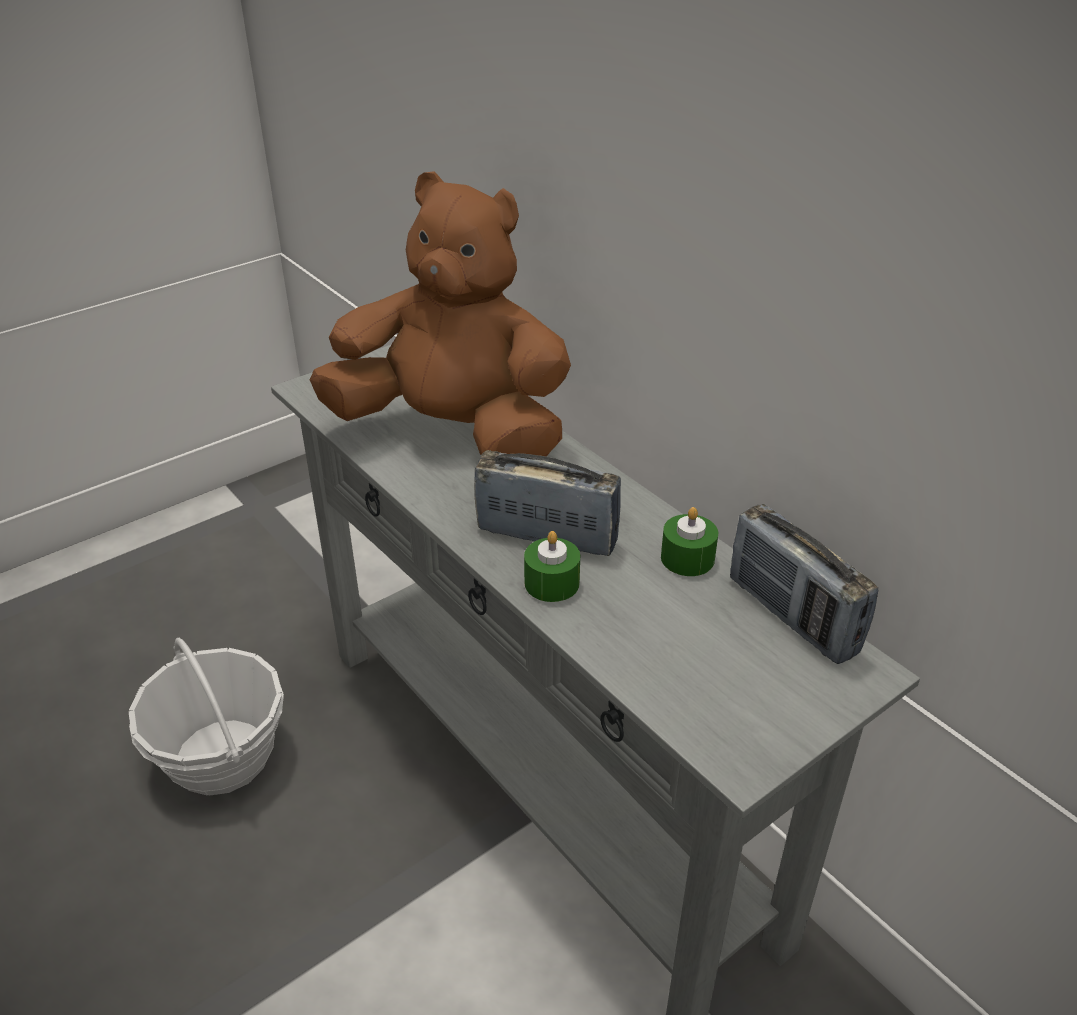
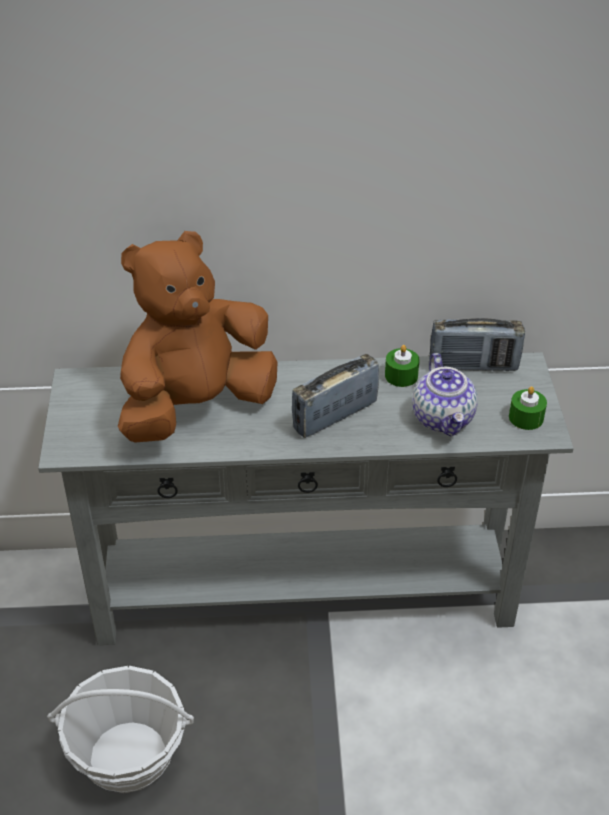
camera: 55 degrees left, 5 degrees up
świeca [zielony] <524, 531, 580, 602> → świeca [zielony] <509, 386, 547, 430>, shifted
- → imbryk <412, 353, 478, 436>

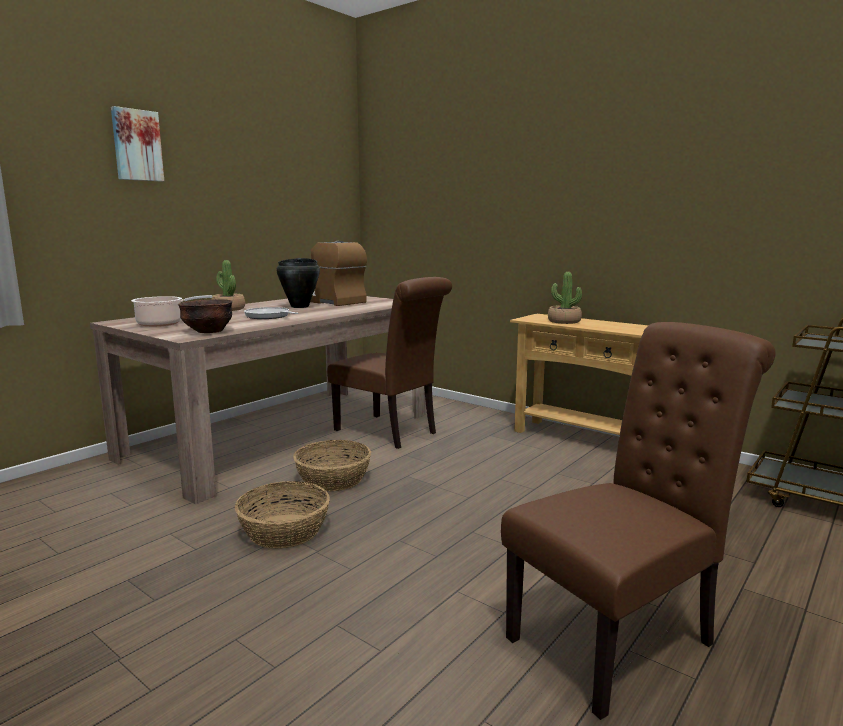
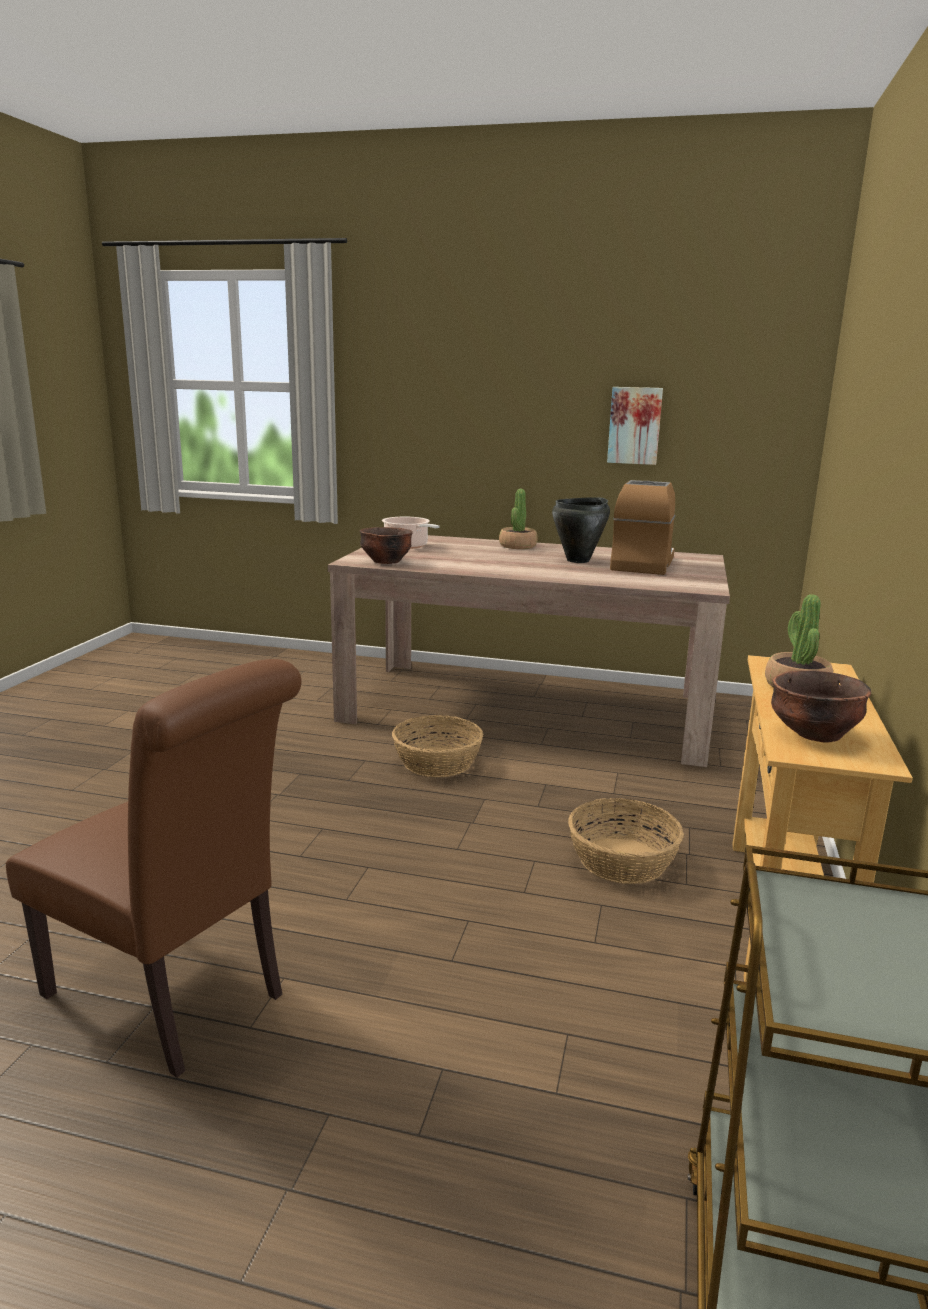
camera: 65 degrees right, 5 degrees up
obraz <111, 106, 164, 181> → obraz <607, 387, 663, 465>, shifted
koszyk <235, 481, 330, 549> → koszyk <568, 798, 684, 884>, shifted
patelnia <244, 307, 298, 319> → -
krzesło [brązowy] <327, 277, 452, 449> → -
- → miska [brązowy] <771, 670, 871, 743>

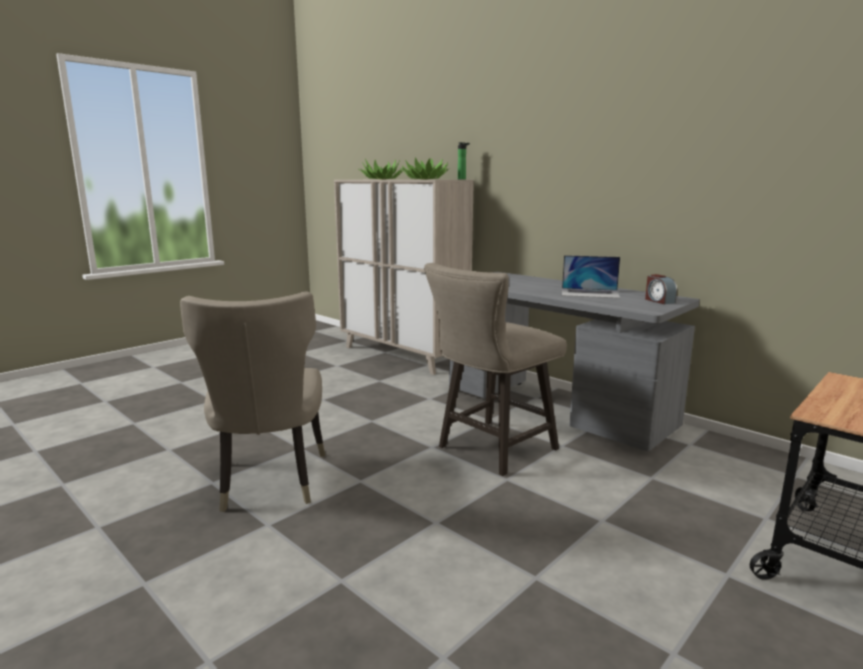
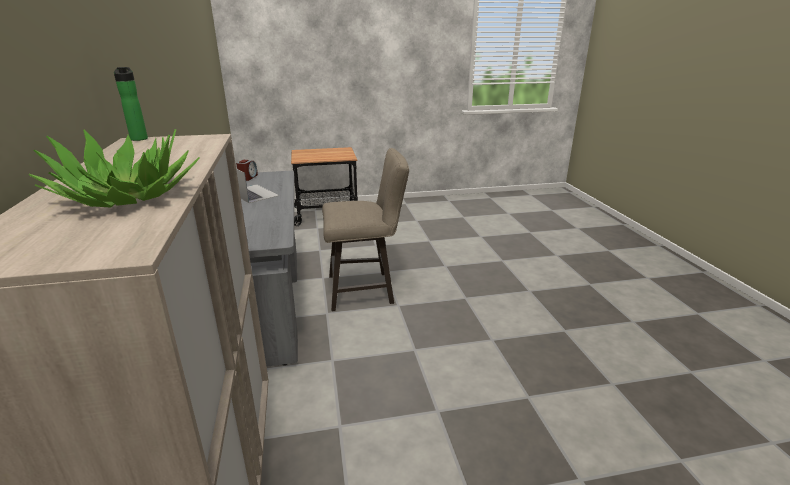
camera: 145 degrees left, 10 degrees up
krzesło [beżowy] <180, 291, 325, 512> → -
roślina doniczkowa <400, 157, 450, 180> → -

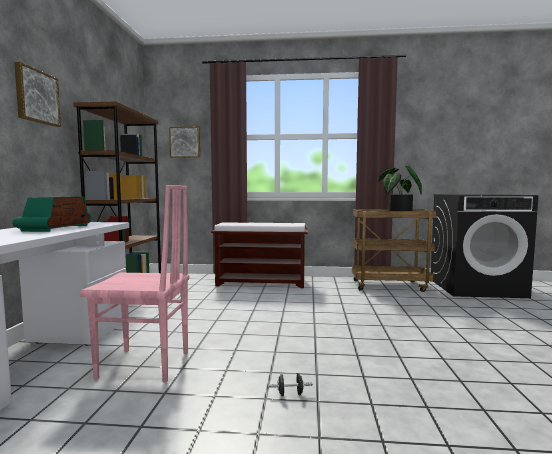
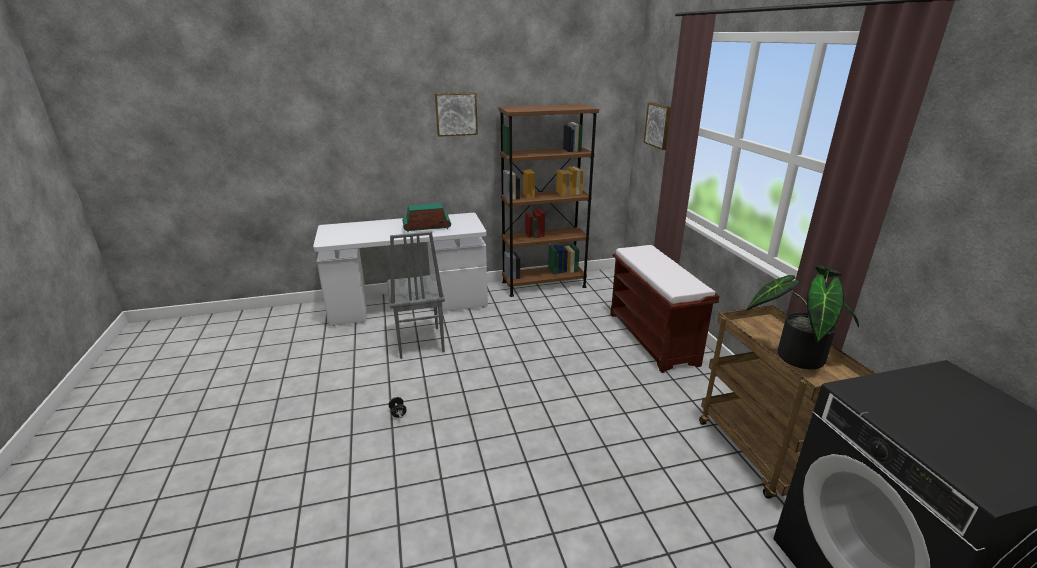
camera: 70 degrees right, 20 degrees up
krzesło [różowy] <80, 185, 189, 383> → krzesło [szary] <387, 231, 445, 359>

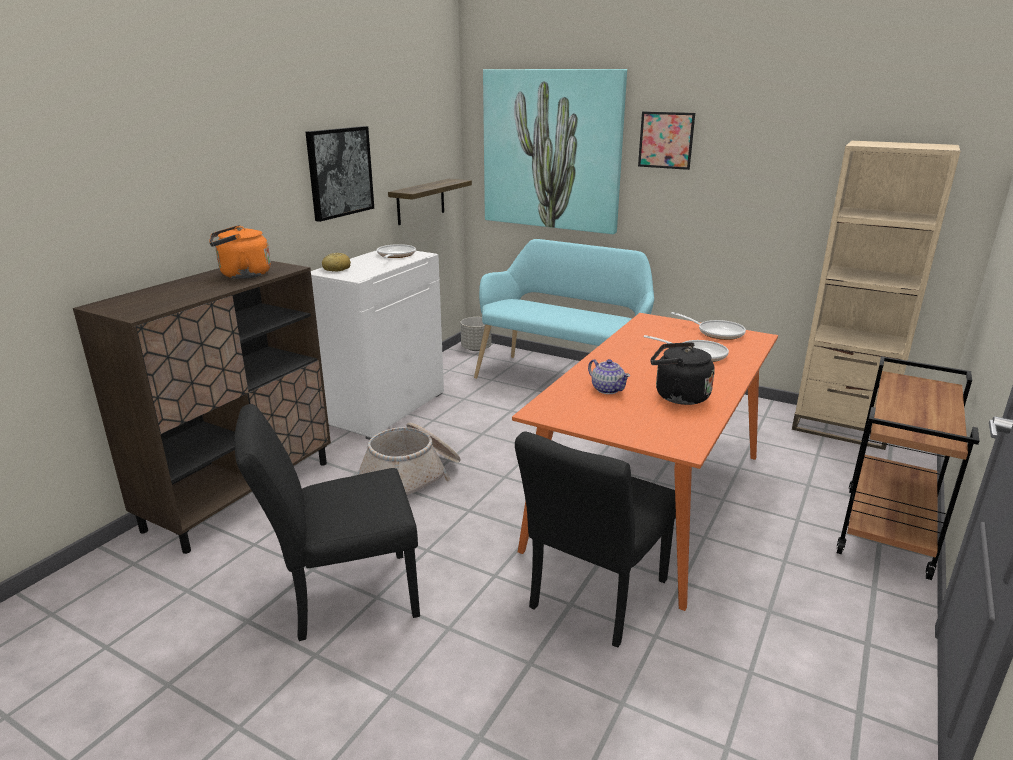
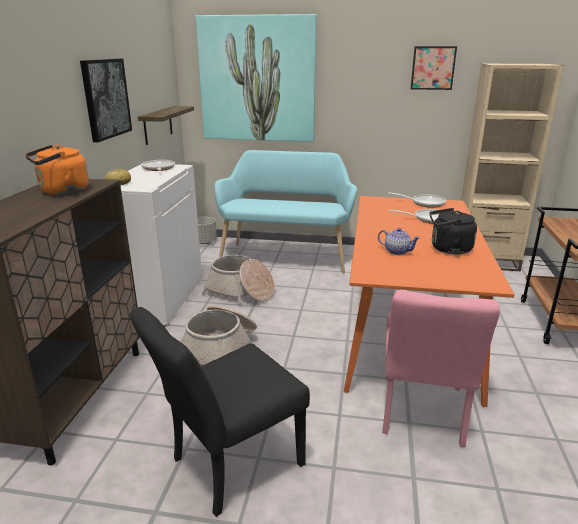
camera: 20 degrees left, 0 degrees up
krzesło [czarny] <515, 431, 676, 647> → krzesło [różowy] <382, 290, 500, 447>
obraz <638, 112, 695, 170> → obraz <411, 46, 457, 90>, shifted
- → koszyk <202, 255, 275, 304>

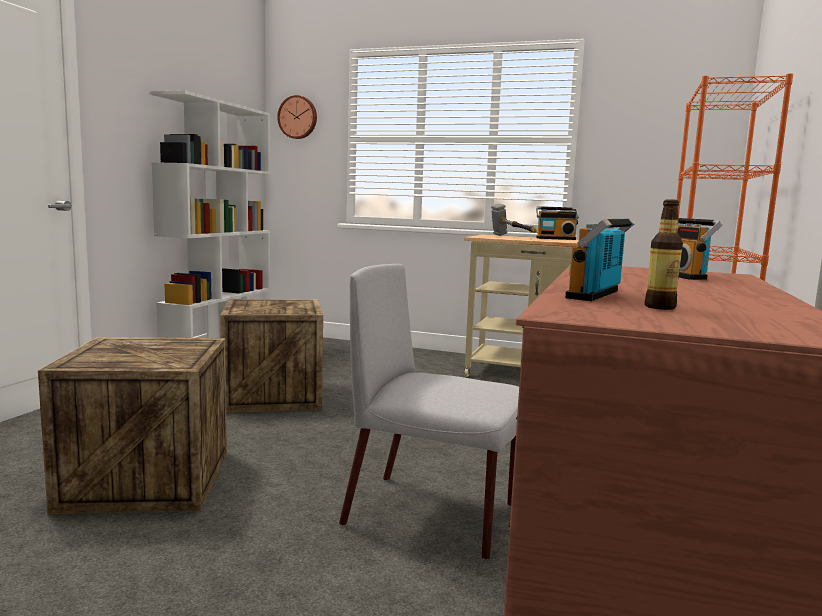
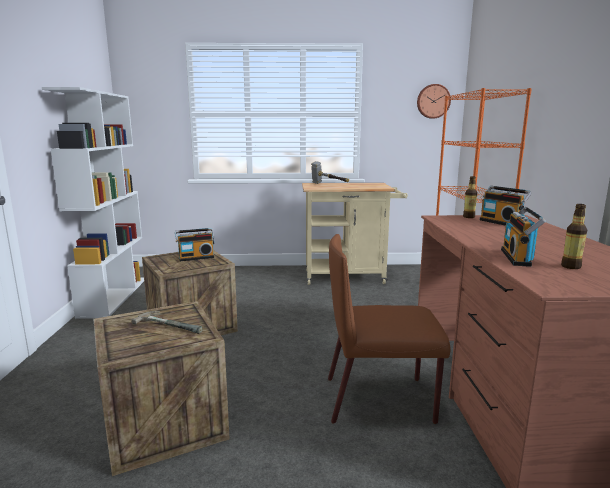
camera: 20 degrees left, 5 degrees up
zegar ścienny <277, 95, 317, 139> → zegar ścienny <417, 84, 451, 119>, shifted
krzesło [szary] <339, 264, 519, 560> → krzesło [brązowy] <328, 234, 451, 424>
radio <536, 206, 579, 240> → radio <175, 228, 215, 261>, shifted
- → młotek <131, 311, 202, 334>
- → butelka <463, 176, 477, 218>

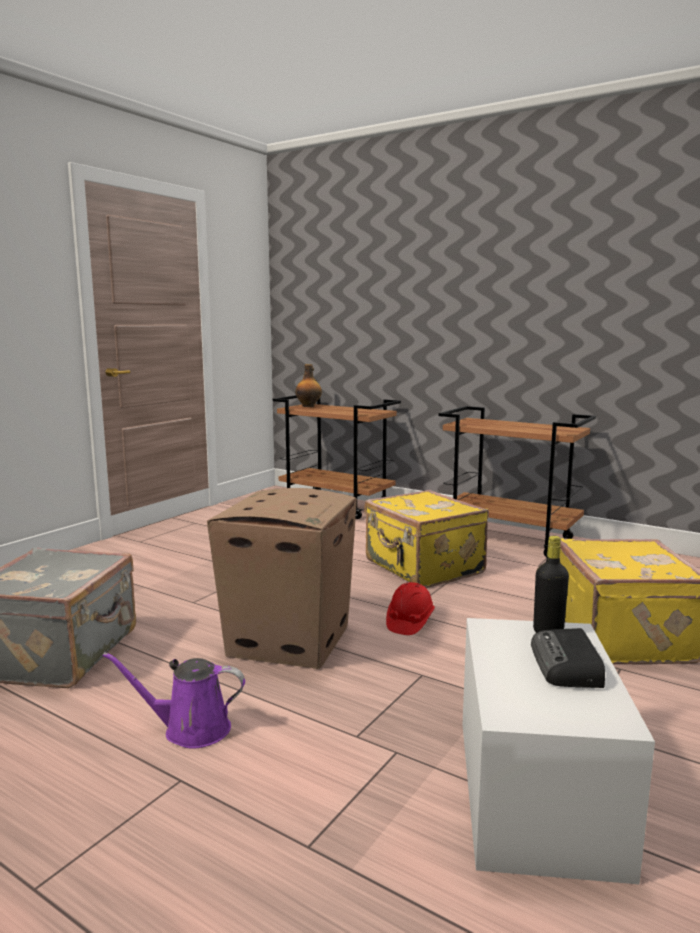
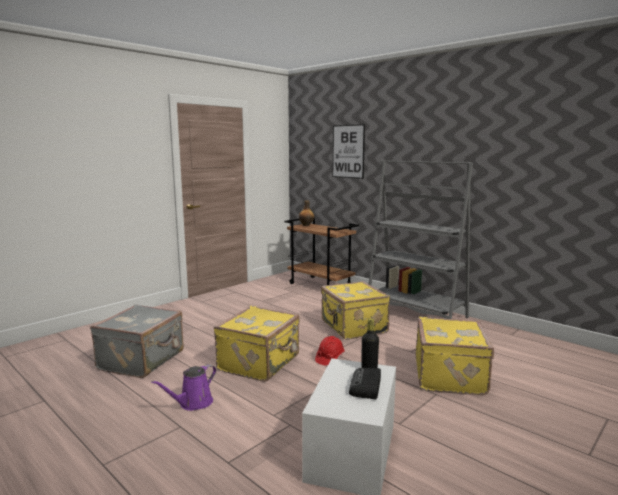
camera: 10 degrees right, 0 degrees up
konewka [fioletowy] <102, 652, 245, 749> → konewka [fioletowy] <151, 364, 216, 411>, 60 degrees counterclockwise
karton <207, 488, 357, 669> → walizka [żółty] <214, 306, 300, 382>
wózek [brązowy] <438, 406, 596, 557> → regał [szary] <369, 160, 473, 319>
- → obraz <332, 124, 365, 179>

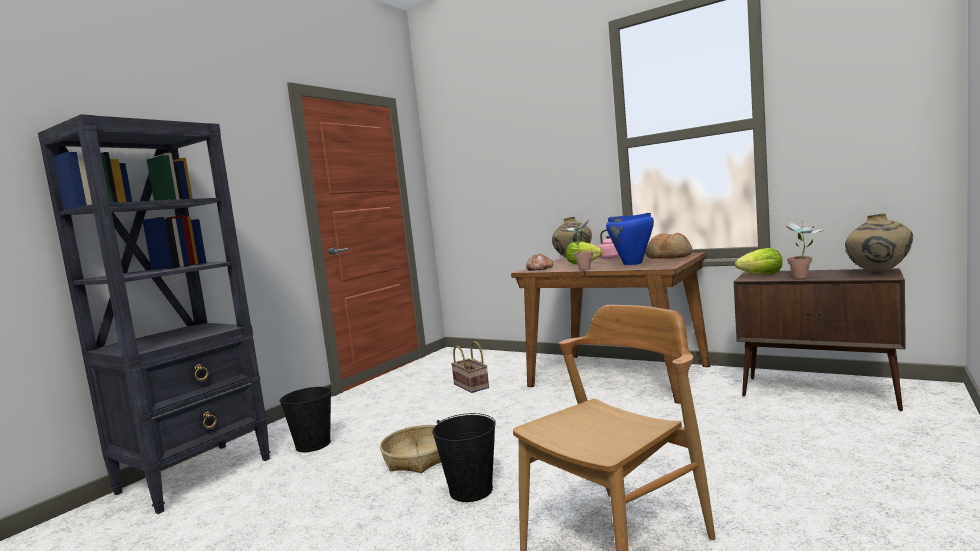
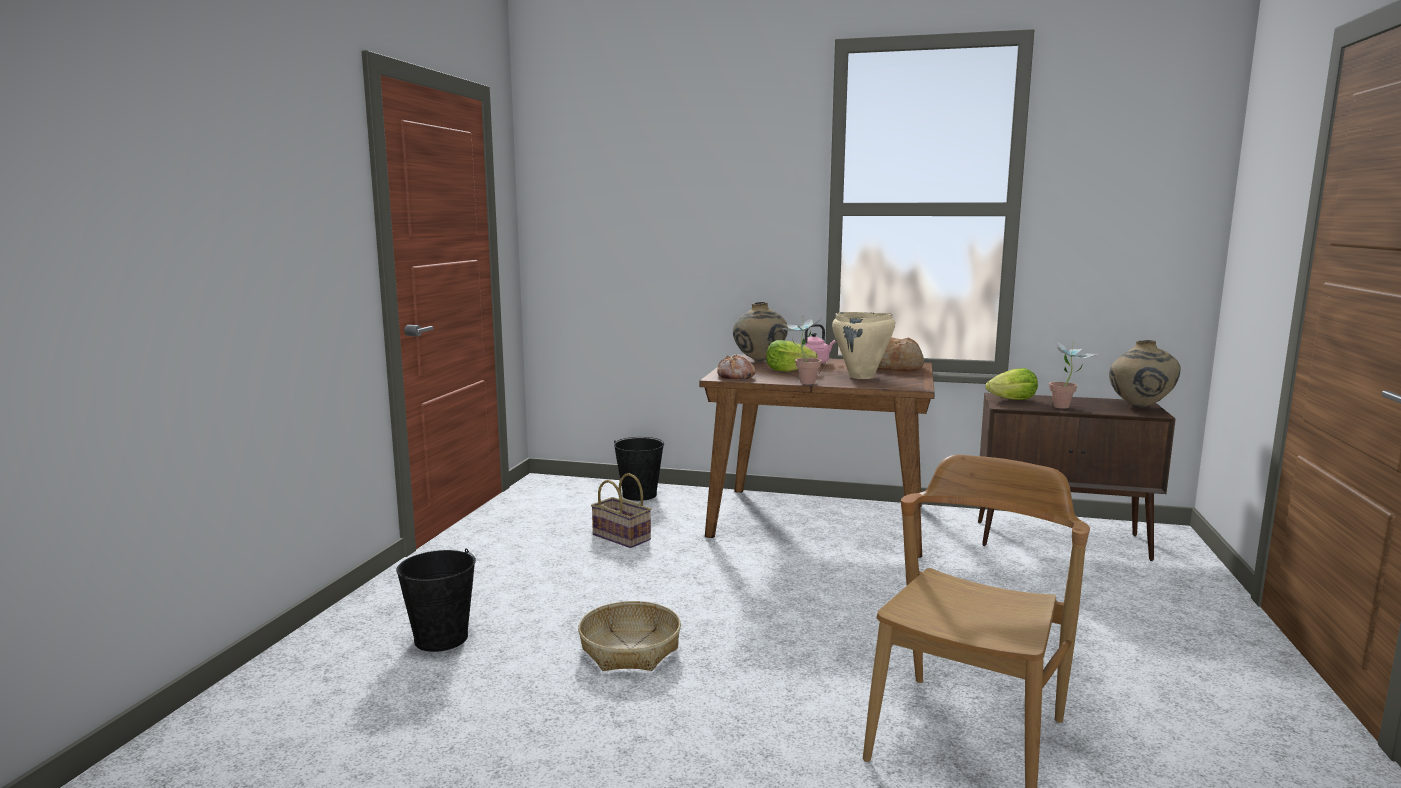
camera: 20 degrees left, 5 degrees up
regał [czarny] <38, 114, 270, 514> → -
wiadro [czarny] <432, 413, 496, 502> → wiadro [czarny] <614, 437, 664, 501>, shifted
garnek [niebieski] <606, 213, 654, 265> → garnek [beżowy] <832, 312, 895, 379>

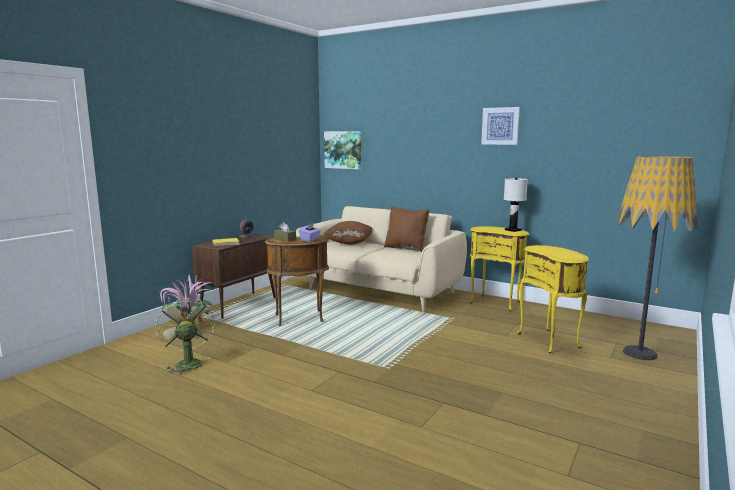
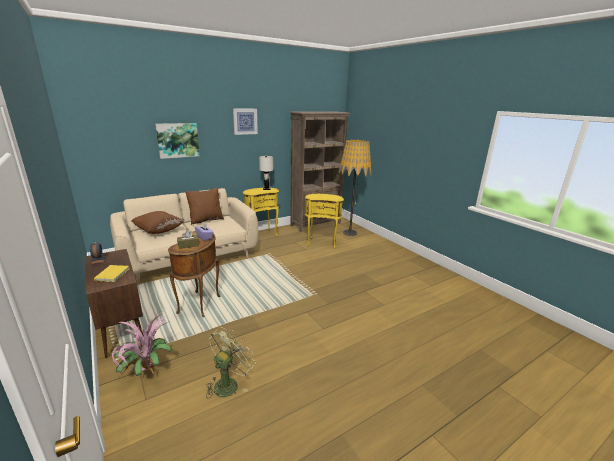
camera: 65 degrees left, 10 degrees up
wentylator [zielony] <155, 297, 215, 375> → wentylator [zielony] <206, 327, 256, 398>, 120 degrees clockwise
obraz <324, 131, 361, 169> → obraz <155, 123, 200, 159>, shifted
- → regał [brązowy] <290, 111, 350, 232>

